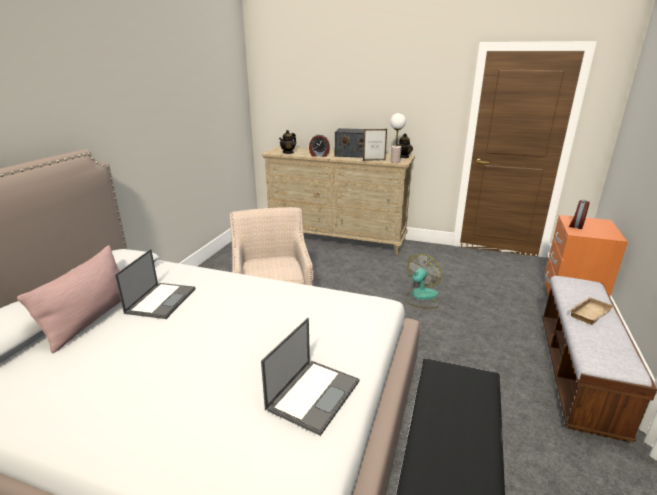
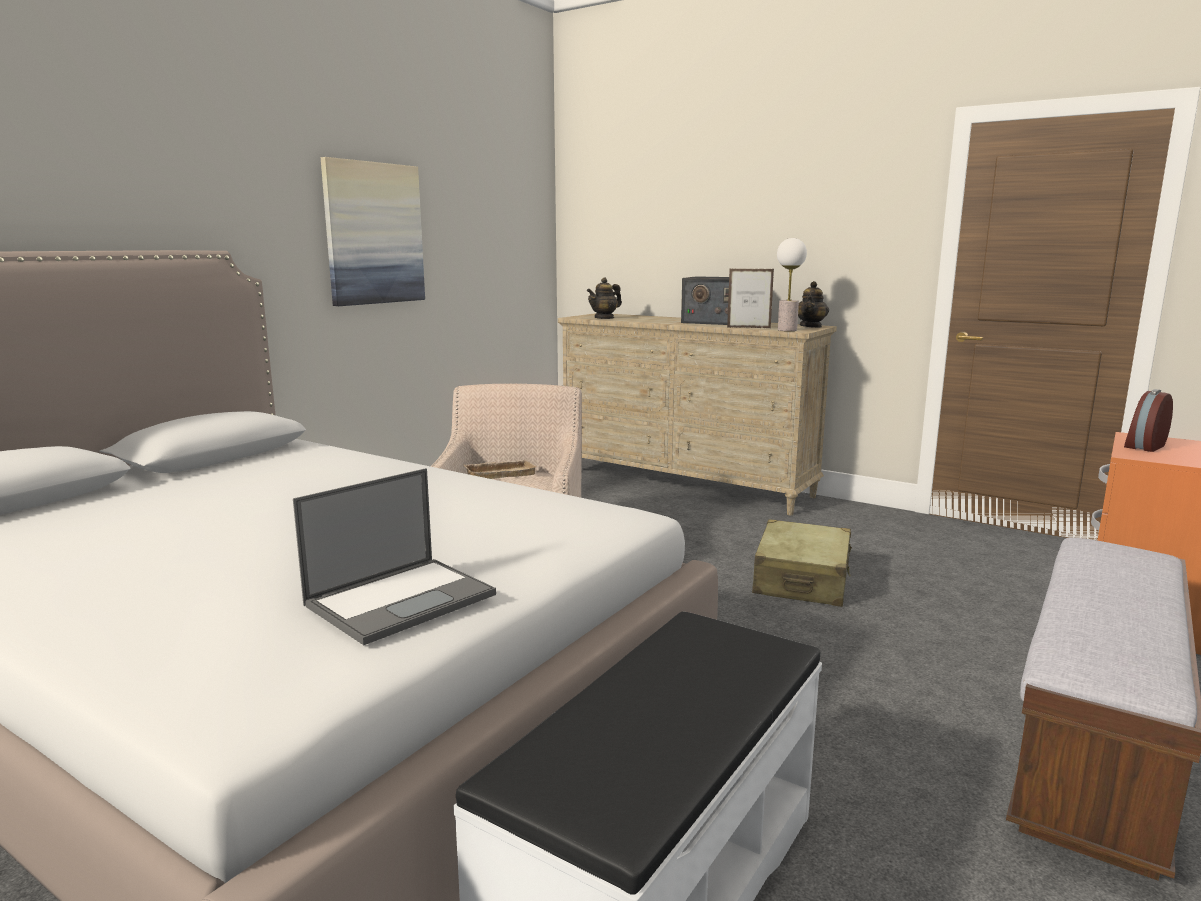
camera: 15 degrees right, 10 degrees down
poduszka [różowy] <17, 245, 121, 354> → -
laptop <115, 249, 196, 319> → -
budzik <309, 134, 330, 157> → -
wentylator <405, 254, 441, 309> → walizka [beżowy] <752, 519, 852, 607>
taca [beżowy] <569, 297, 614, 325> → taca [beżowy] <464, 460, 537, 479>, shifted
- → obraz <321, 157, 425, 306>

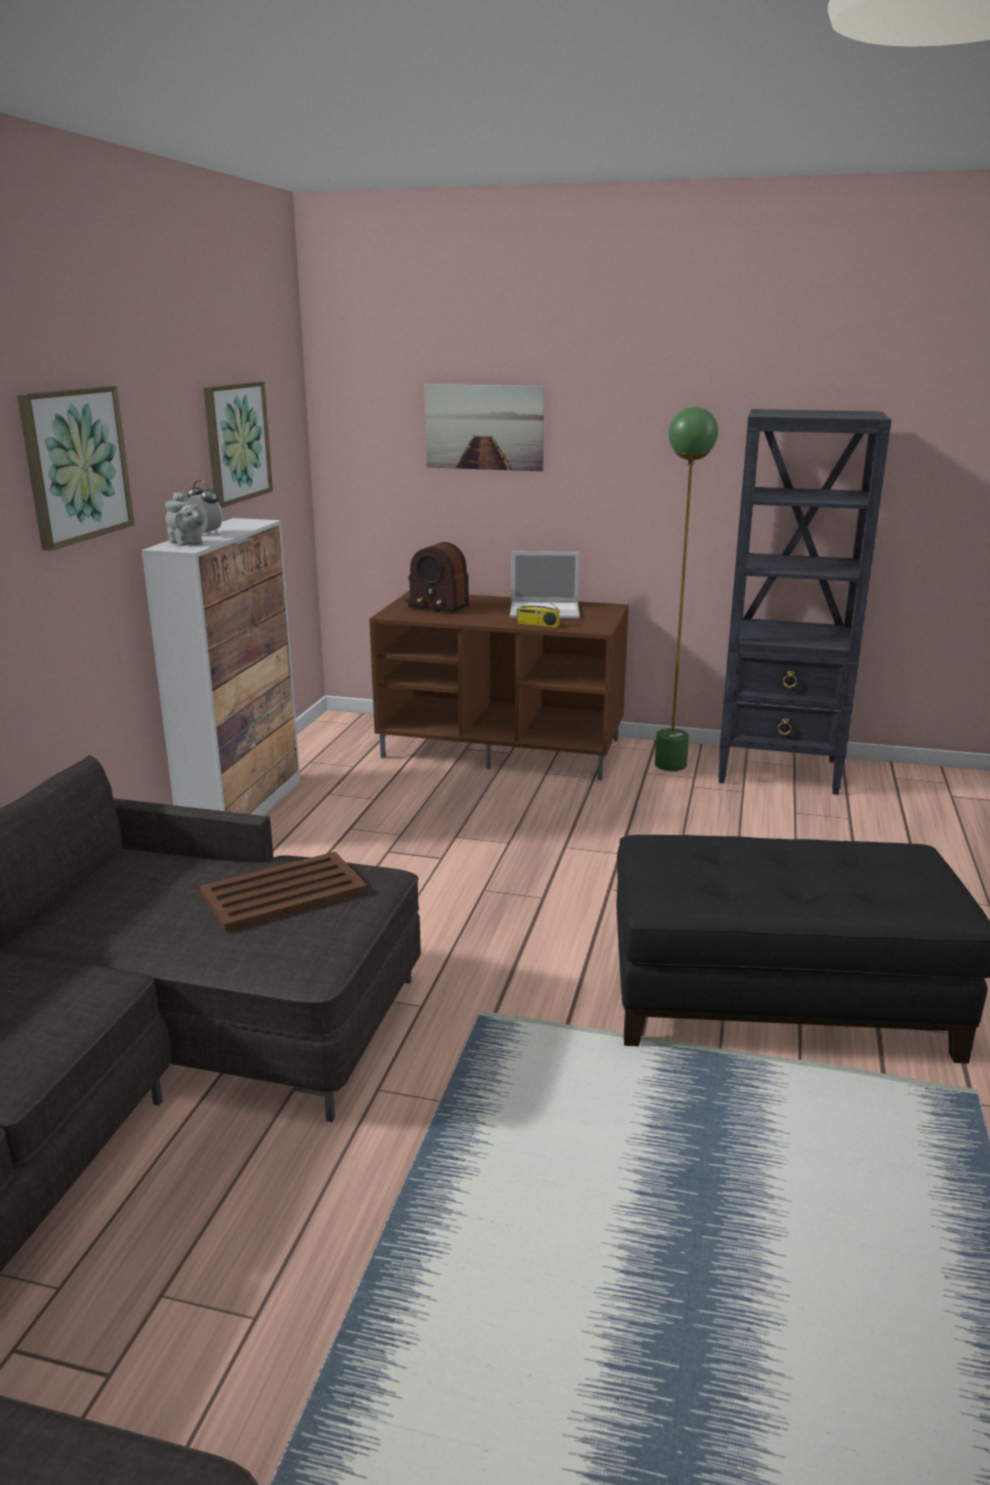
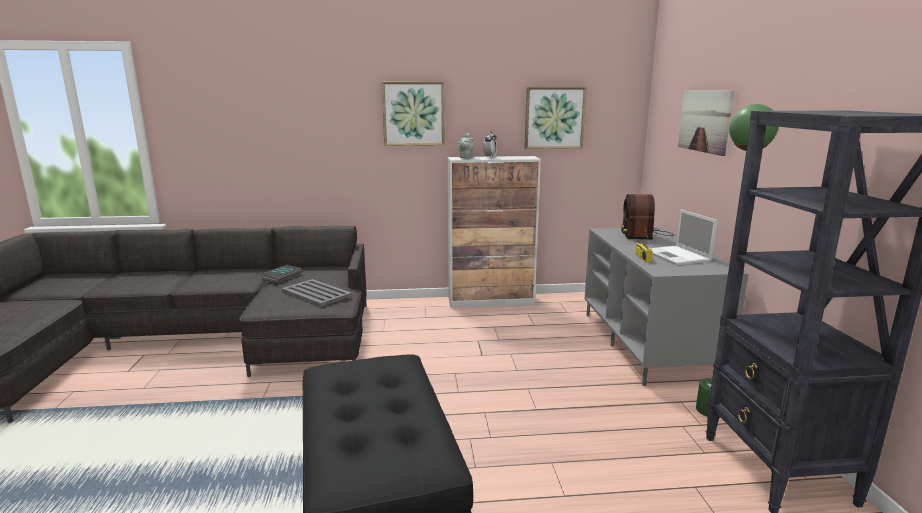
camera: 70 degrees right, 5 degrees down
taca [brązowy] <199, 852, 368, 932> → taca [szary] <282, 279, 352, 307>
szafka pod telewizor [brązowy] <369, 591, 629, 781> → szafka pod telewizor [szary] <585, 227, 748, 386>
- → książka <261, 265, 302, 283>

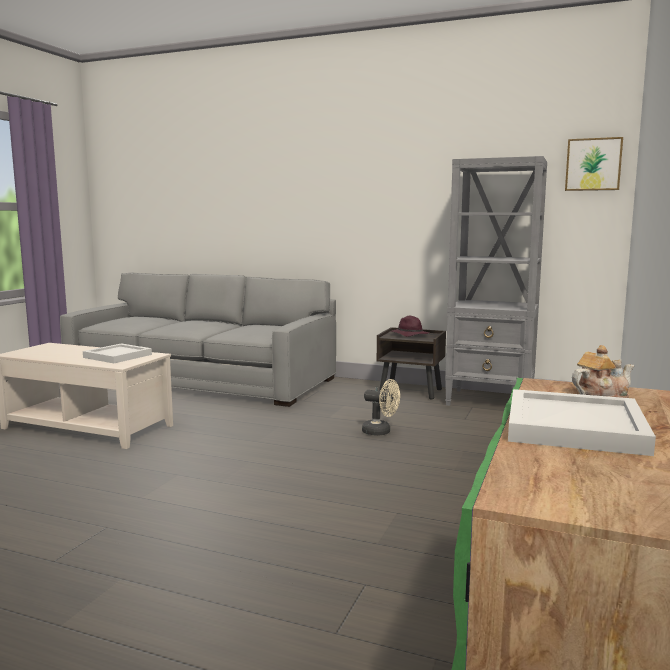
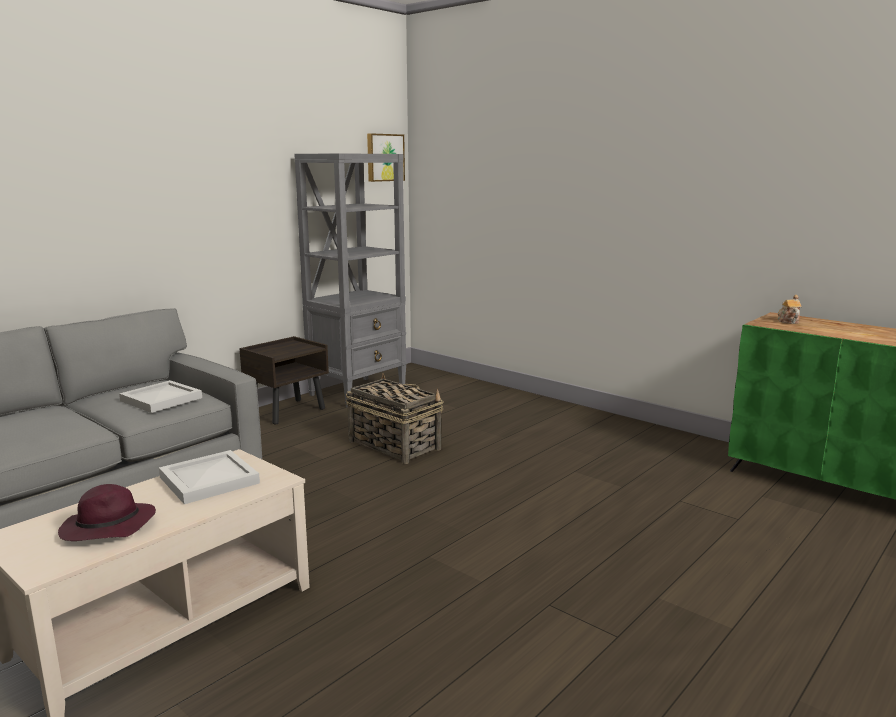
camera: 70 degrees left, 5 degrees up
wentylator [beżowy] <362, 379, 400, 435> → koszyk <346, 373, 444, 464>
kapelusz [fioletowy] <391, 316, 429, 337> → kapelusz [fioletowy] <58, 484, 156, 541>, shifted
taca [biały] <508, 389, 656, 456> → taca [biały] <119, 380, 202, 413>, shifted

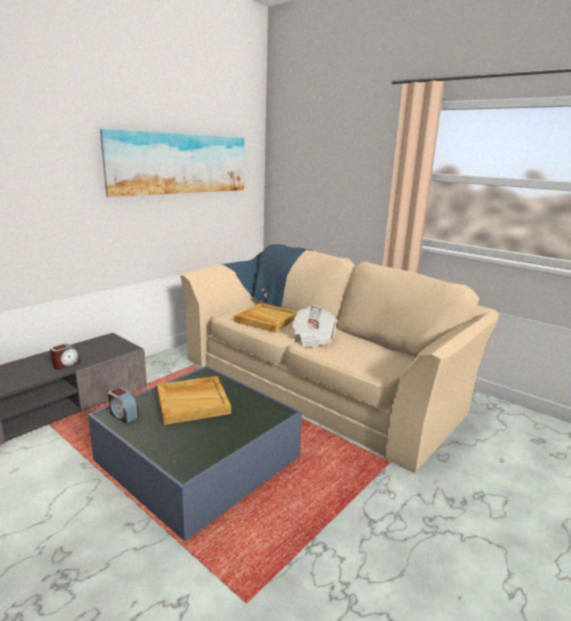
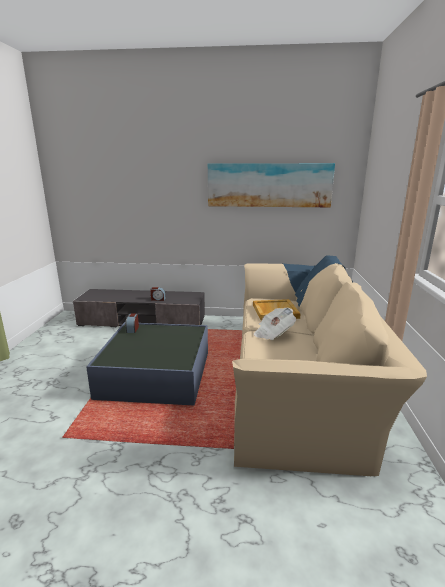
camera: 55 degrees right, 0 degrees up
taca [beżowy] <157, 376, 231, 425> → -

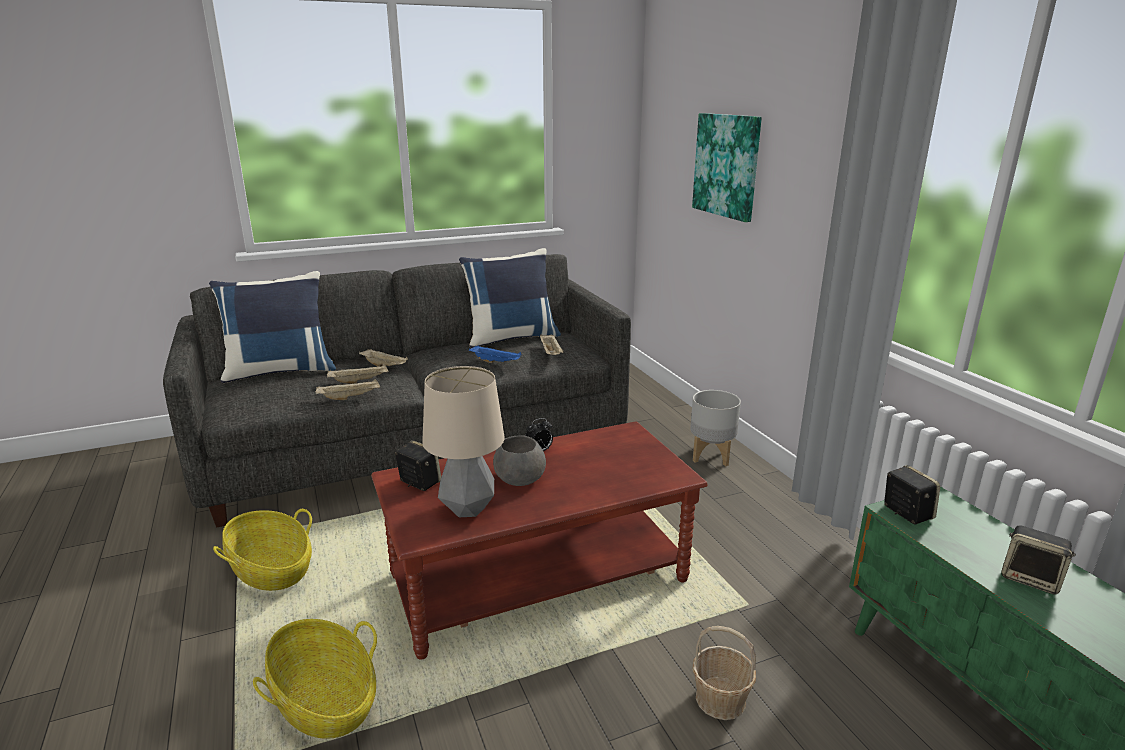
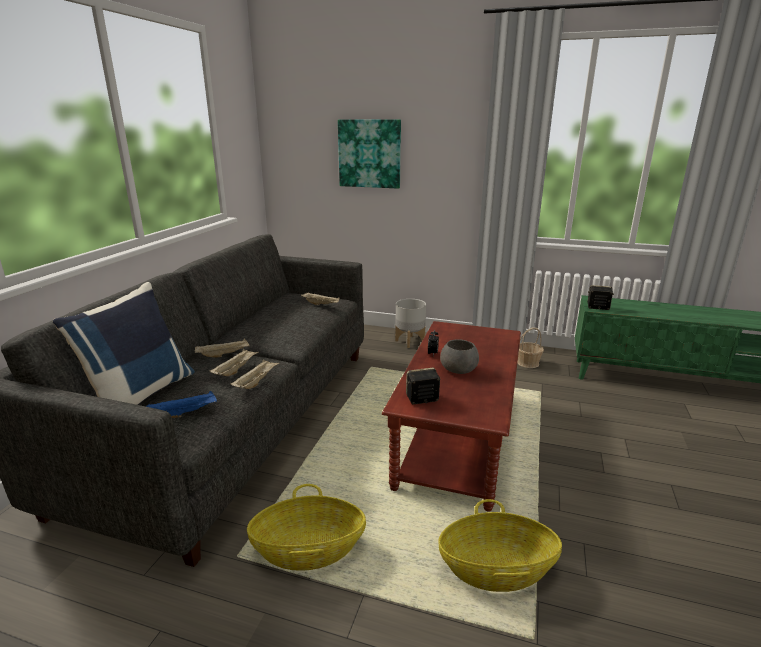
camera: 50 degrees left, 0 degrees up
lampa stołowa <422, 366, 505, 517> → -
poduszka [niebieski] <459, 248, 561, 348> → -
taca [niebieski] <469, 345, 522, 363> → taca [niebieski] <146, 391, 217, 418>, shifted
koszyk <692, 626, 756, 720> → koszyk <517, 327, 544, 368>, shifted
głośnik <1001, 525, 1076, 595> → -

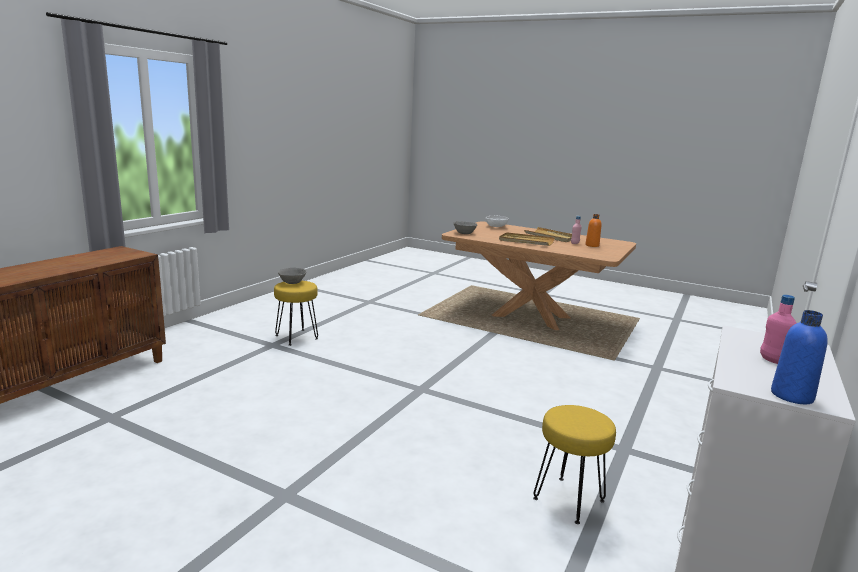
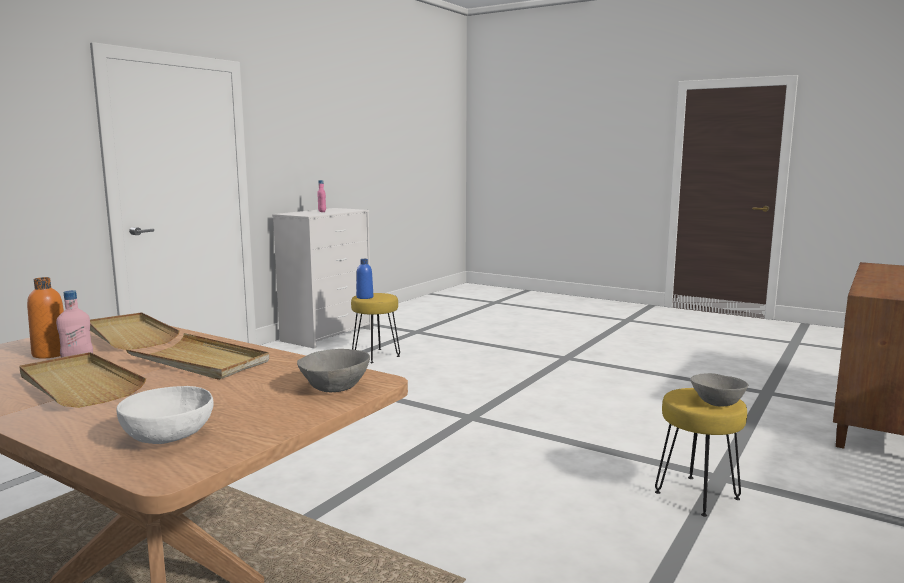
camera: 175 degrees left, 5 degrees down
butelka [niebieski] <771, 310, 828, 404> → butelka [niebieski] <357, 259, 373, 299>, shifted
- → taca [beżowy] <90, 312, 180, 350>

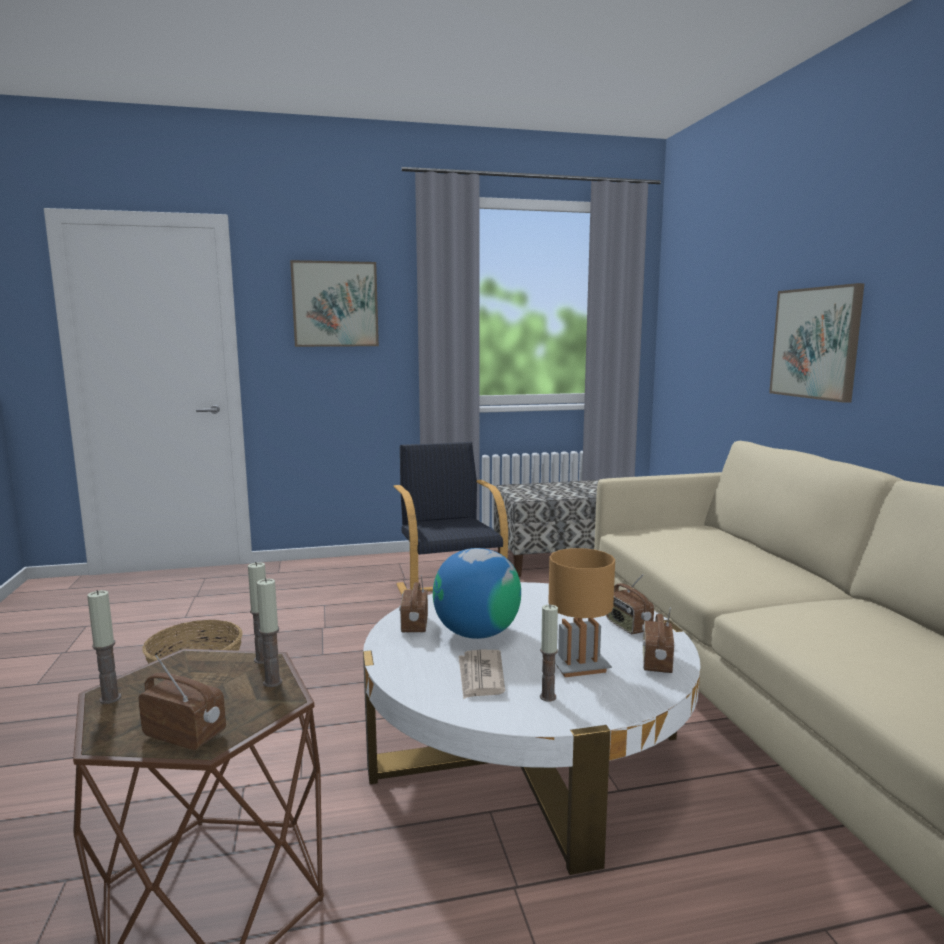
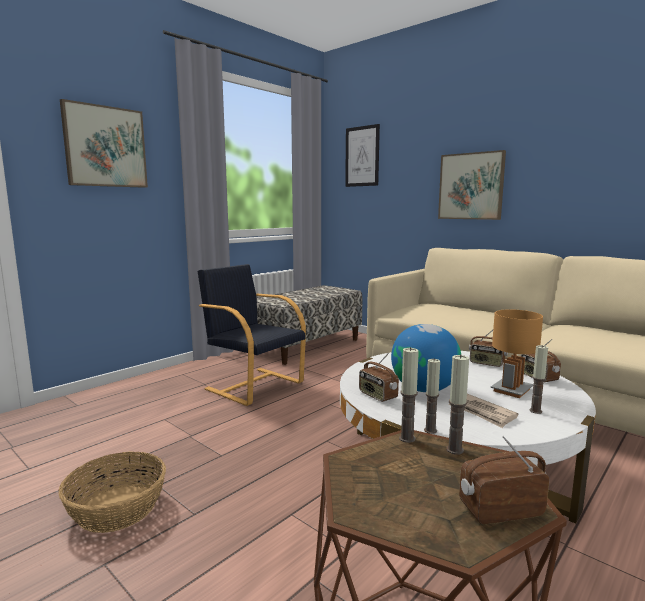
camera: 35 degrees left, 0 degrees up
świeca <87, 590, 121, 704> → świeca <424, 358, 440, 434>, shifted
- → obraz <345, 124, 380, 187>

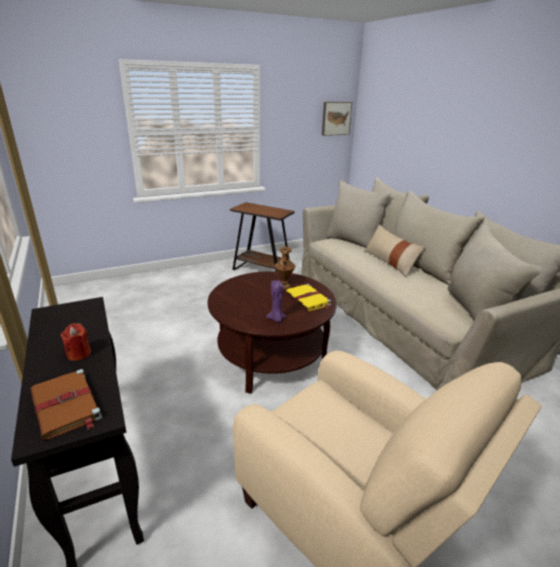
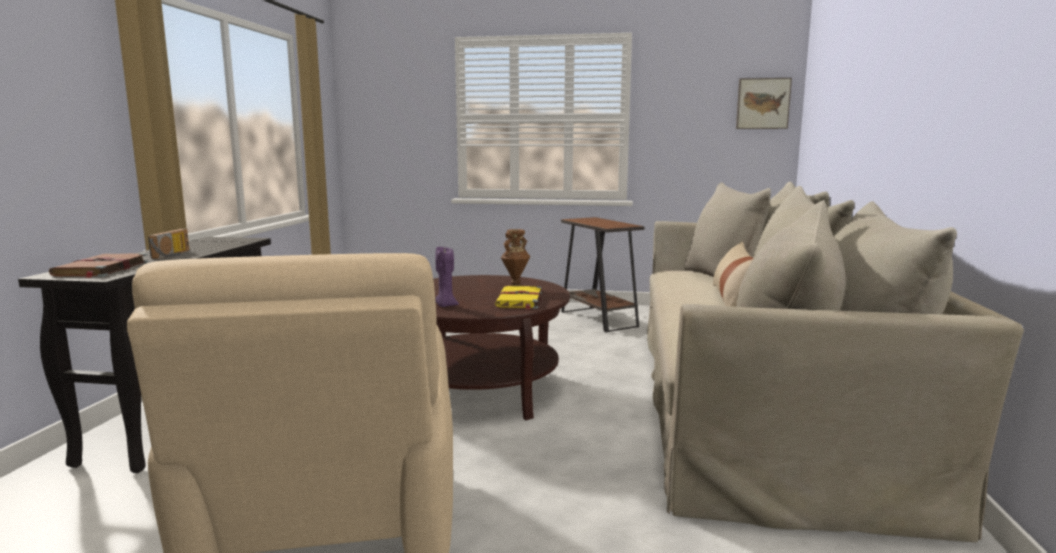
camera: 35 degrees right, 15 degrees down
świeca [czerwony] <60, 323, 91, 361> → radio <148, 229, 189, 259>

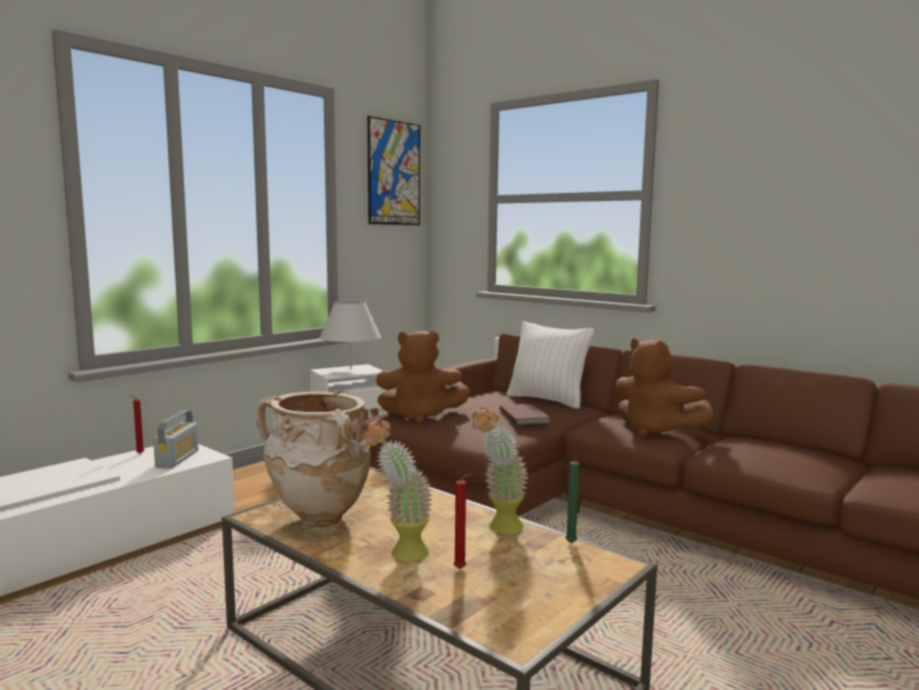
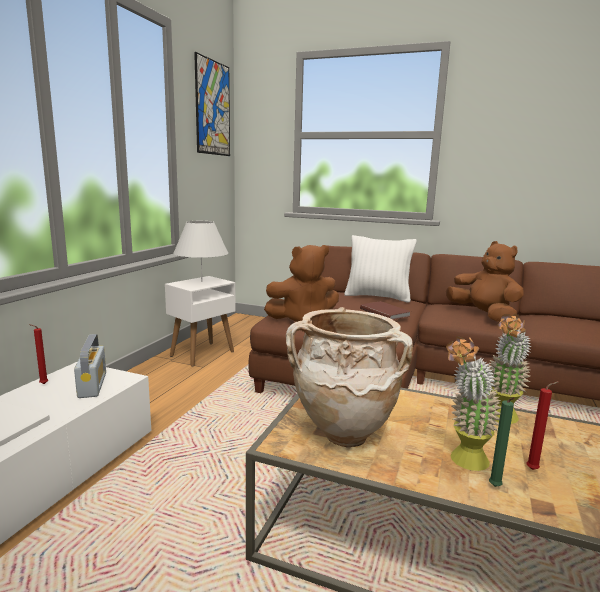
camera: 20 degrees left, 5 degrees up
świeca [zielony] <566, 457, 579, 543> → świeca [zielony] <489, 398, 515, 487>, shifted
pluszak [brązowy] <615, 339, 715, 437> → pluszak [brązowy] <446, 241, 524, 322>, 150 degrees counterclockwise

